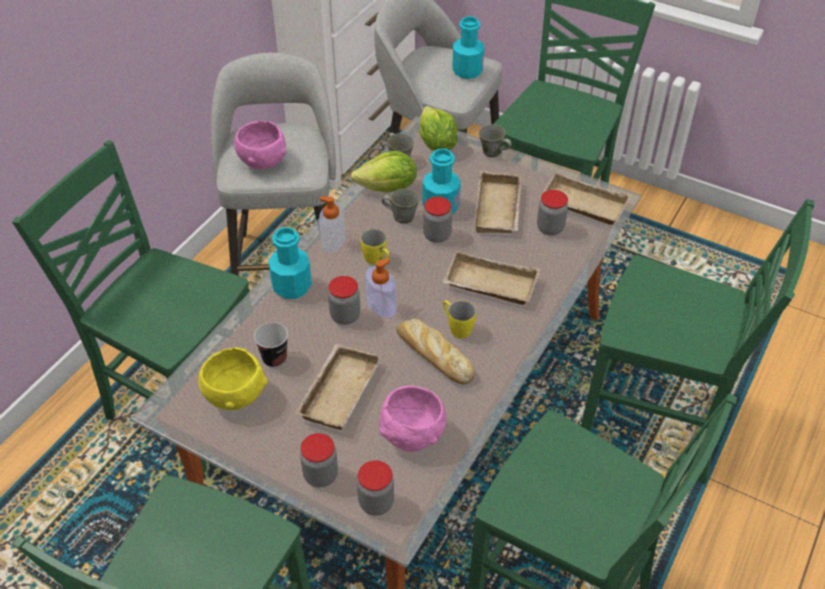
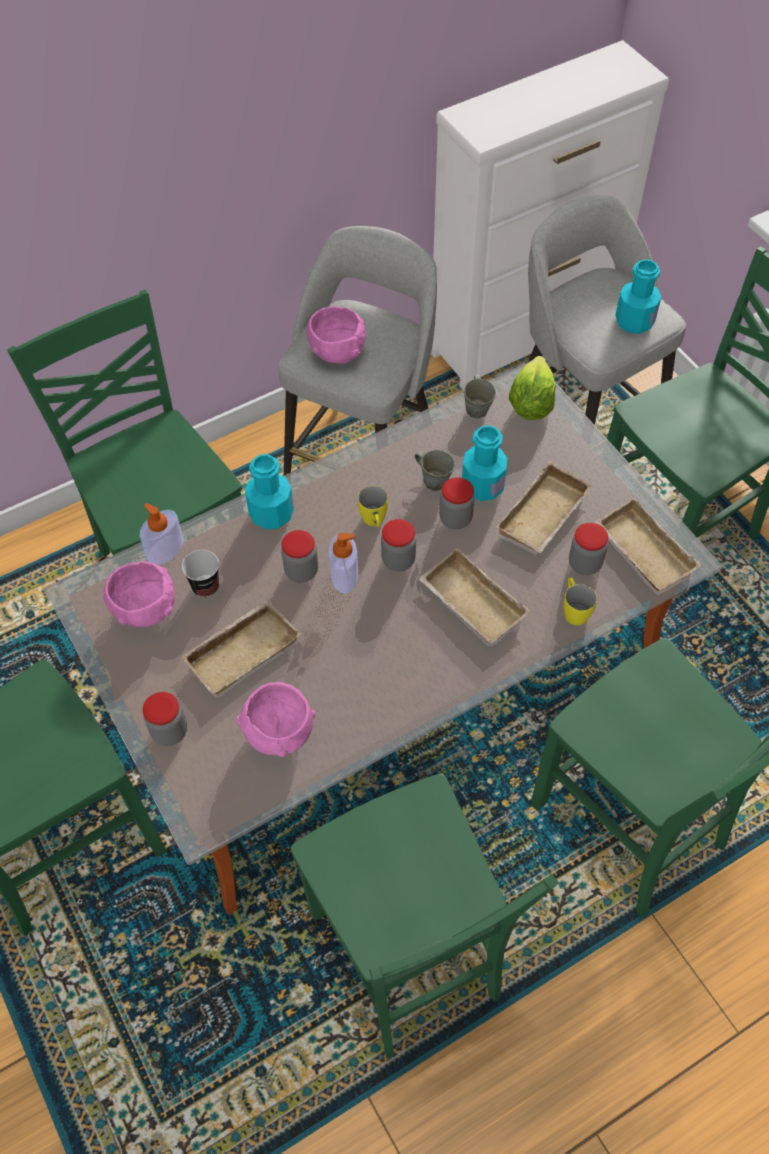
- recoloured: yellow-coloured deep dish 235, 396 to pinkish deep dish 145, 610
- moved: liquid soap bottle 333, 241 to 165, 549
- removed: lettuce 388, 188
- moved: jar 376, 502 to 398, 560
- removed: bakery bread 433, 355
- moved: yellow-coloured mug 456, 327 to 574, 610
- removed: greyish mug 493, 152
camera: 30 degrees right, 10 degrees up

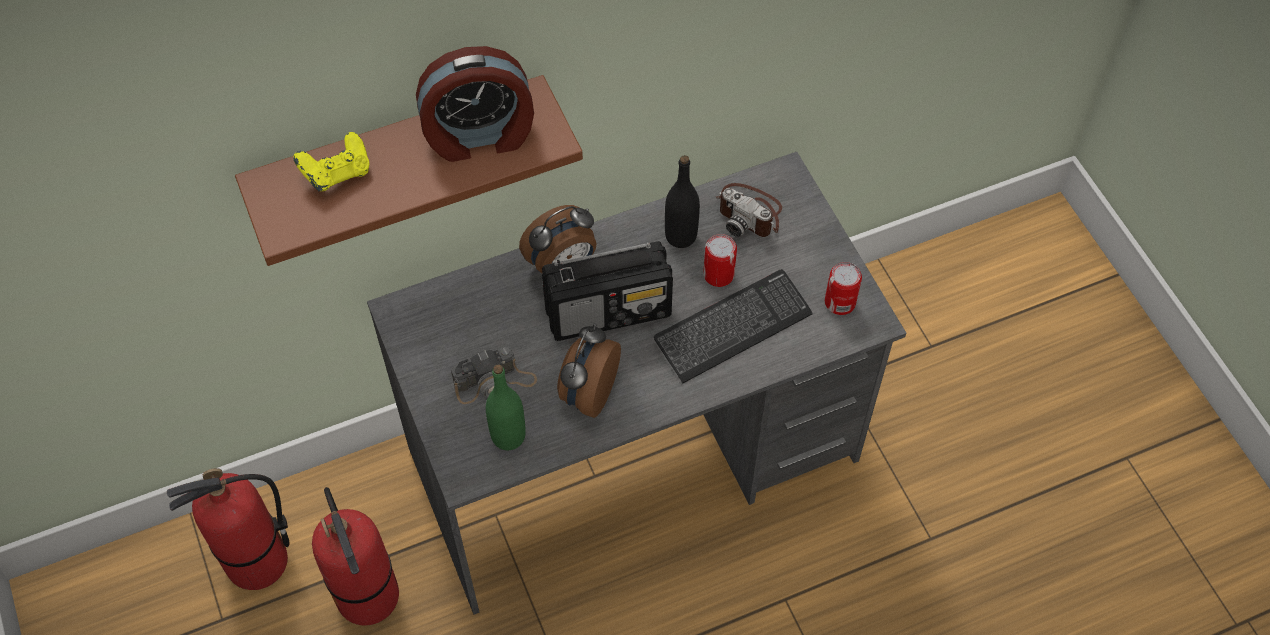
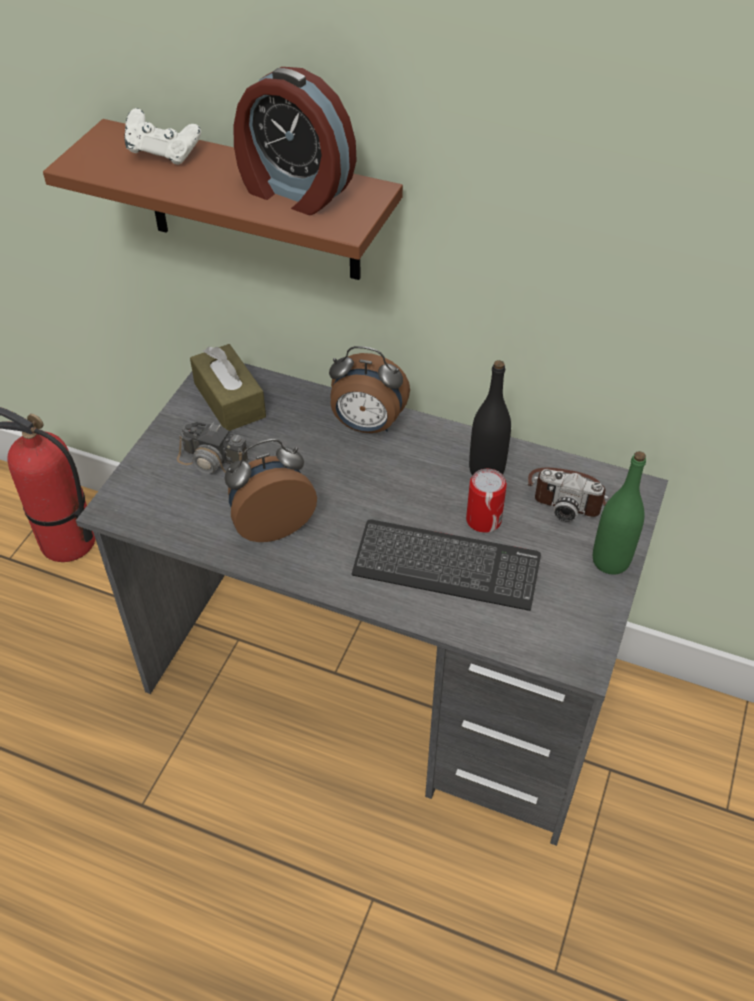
- recoloured: yellow-coloured gamepad 337, 173 to whitish gamepad 163, 154
- removed: fire extinguisher 369, 596
- moved: green-coloured bottle 508, 436 to 610, 561
- removed: radio 609, 311
- turned: still camera 750, 213 = 567, 495 60 degrees counterclockwise
- removed: sealed can 840, 302
- added: brownish box of tissues 229, 400
camera: 45 degrees right, 10 degrees down

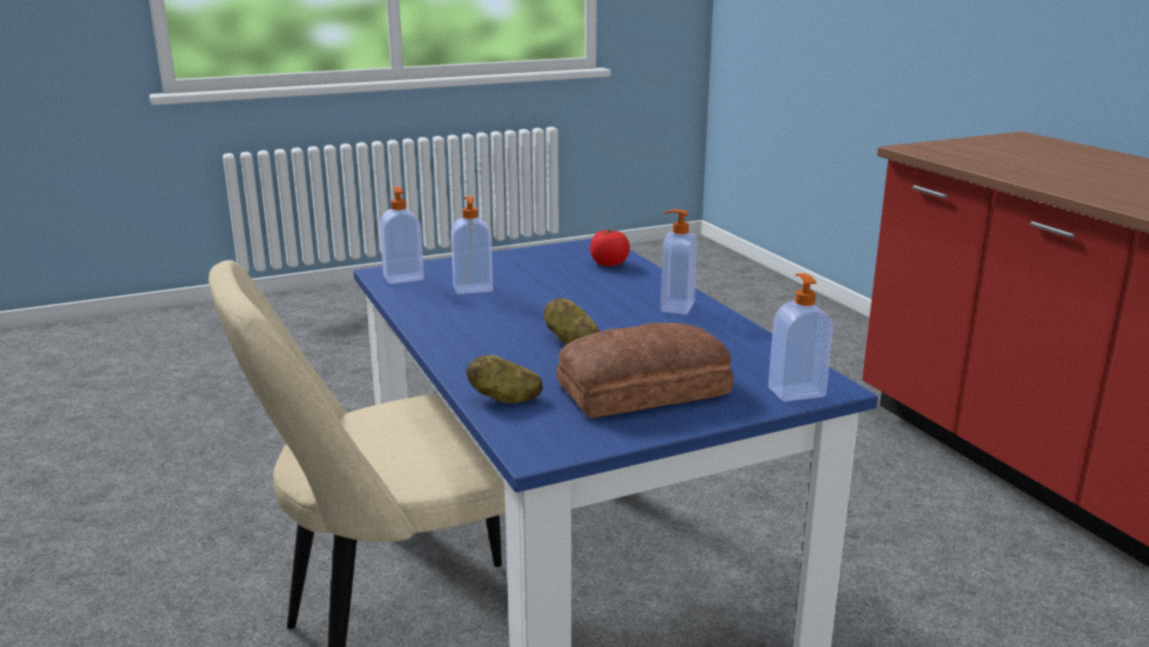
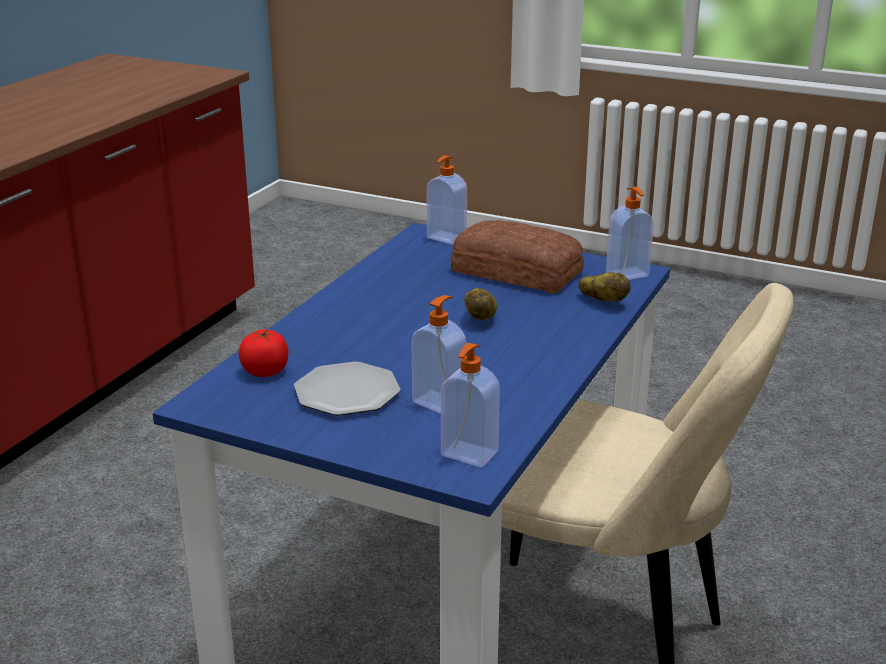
- moved: liquid soap bottle 676, 307 to 628, 275
- added: plate 346, 393
camera: 130 degrees left, 5 degrees up

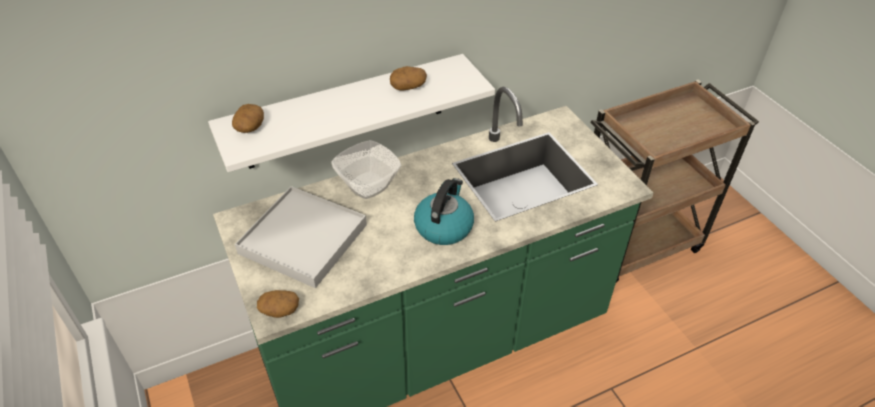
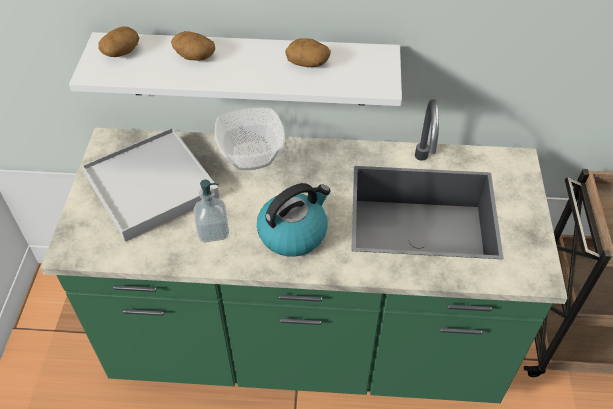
- moved: spud 279, 310 to 194, 56
- added: liquid soap bottle 213, 231
camera: 30 degrees right, 5 degrees up

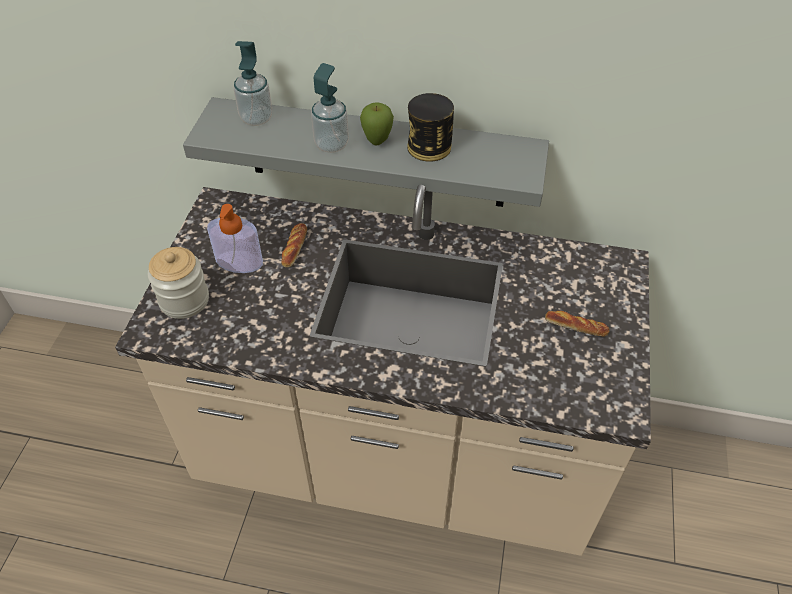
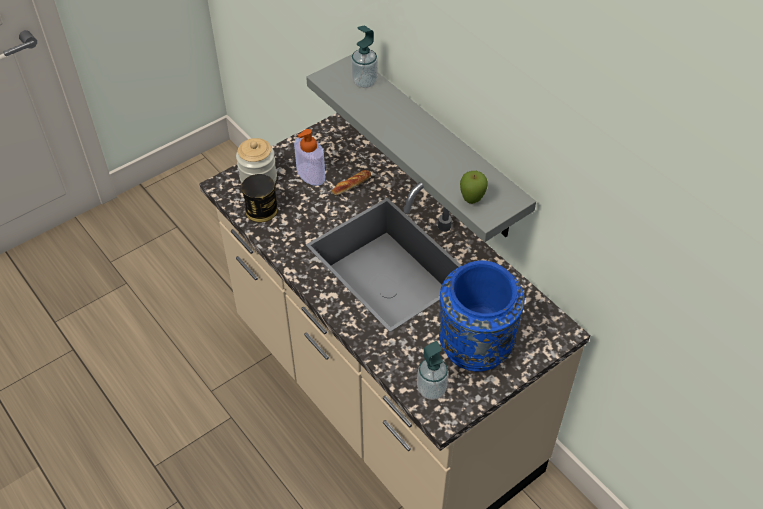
- moved: liquid soap bottle 331, 144 to 431, 389
- moved: apple fruit 377, 142 to 471, 201
- moved: sealed can 429, 147 to 261, 210
- replaced: bakery bread 576, 326 to bluish decorative vase 475, 347
camera: 40 degrees right, 0 degrees up

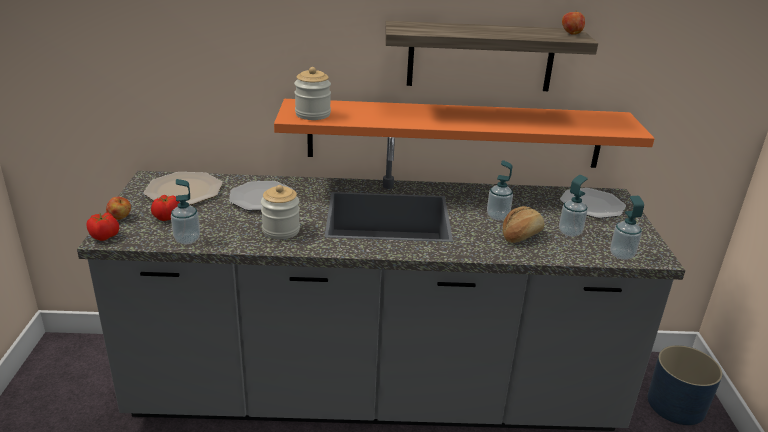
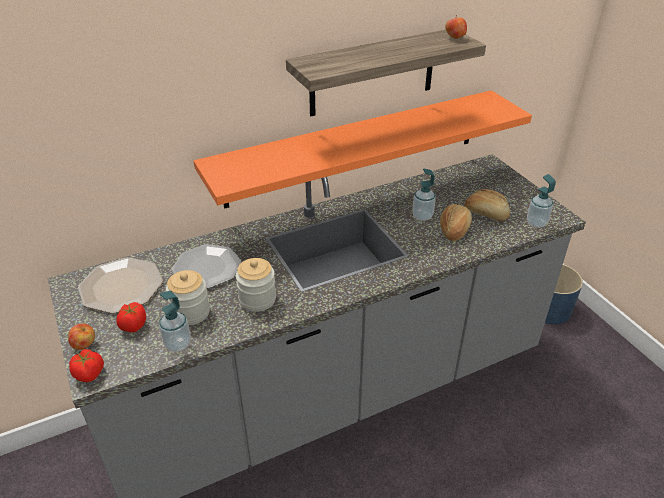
- moved: jar 313, 114 to 191, 312
- replaced: liquid soap bottle 570, 232 to bakery bread 486, 213
- removed: plate 592, 205
camera: 25 degrees left, 10 degrees up

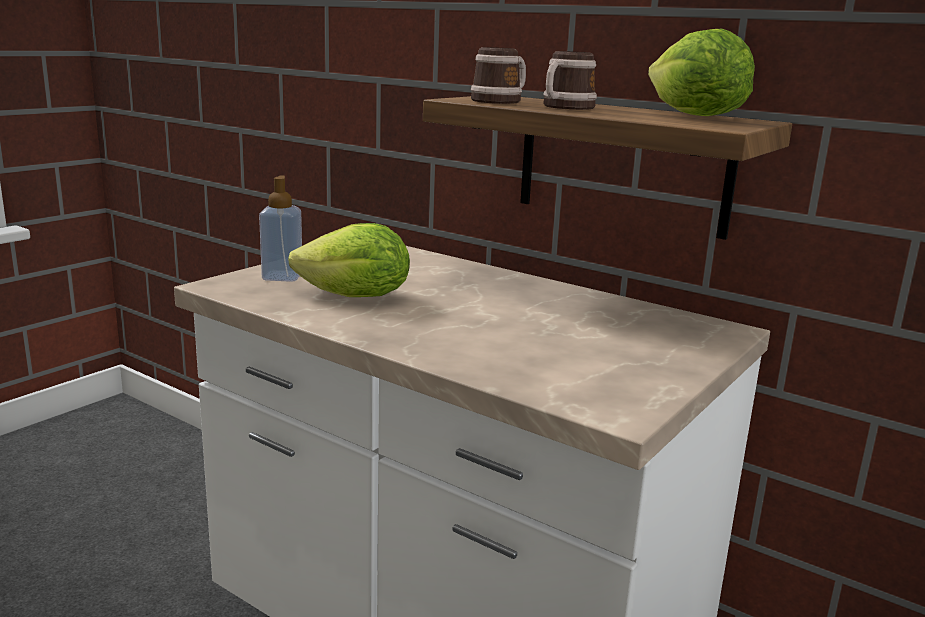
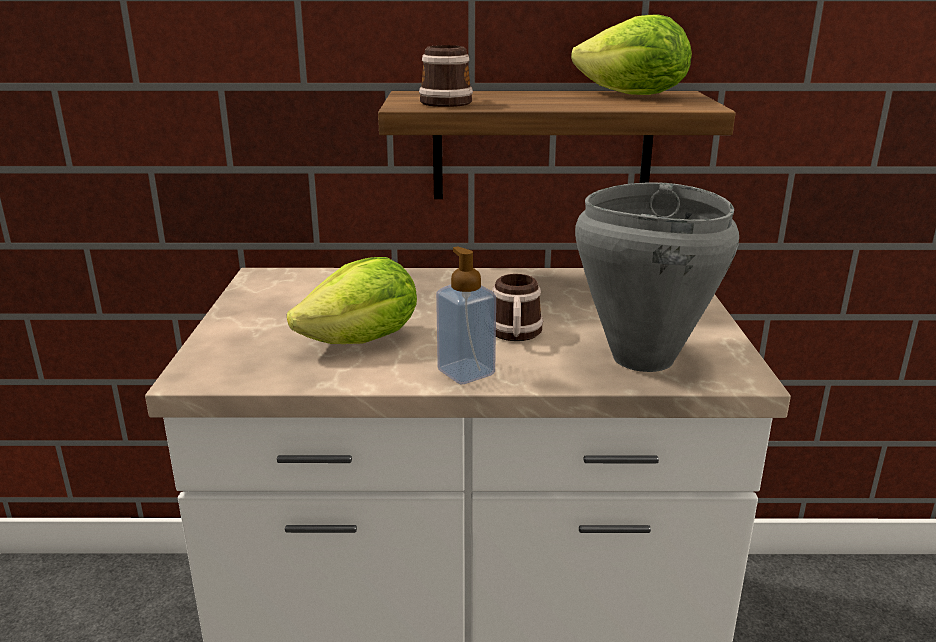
- moved: liquid soap bottle 282, 277 to 466, 372
- moved: mug 564, 107 to 515, 334
- added: greyish saucepot 641, 358
camera: 35 degrees left, 5 degrees up

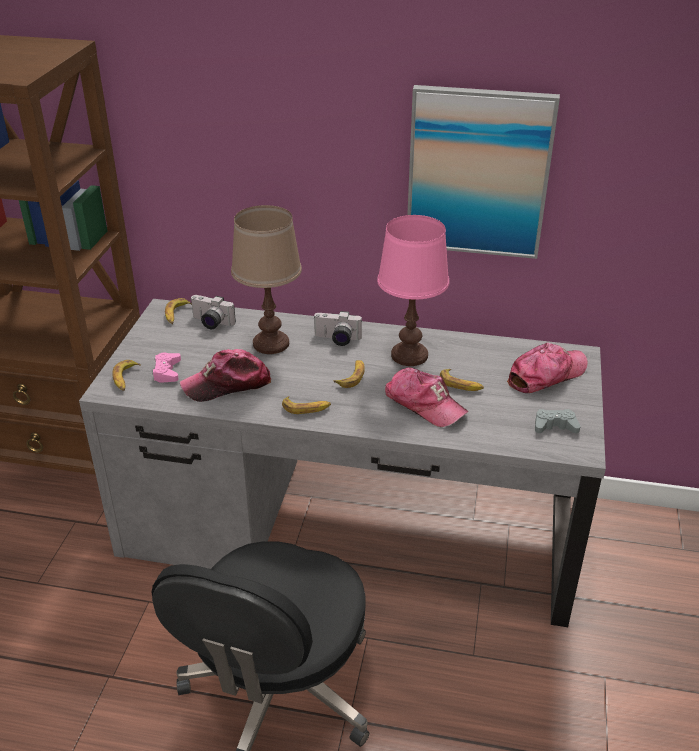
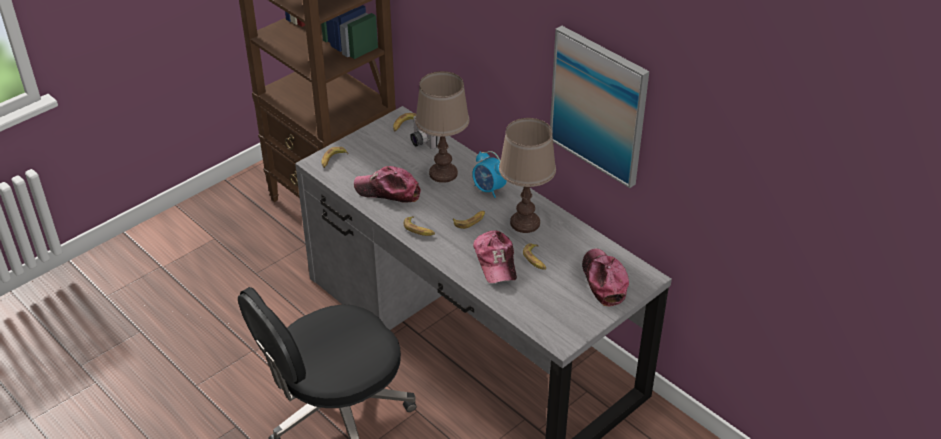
- removed: pinkish gamepad 167, 372
- replaced: still camera 337, 340 to bedside clock 489, 189
- recoloured: pinkish tabletop lamp 409, 356 to brownish tabletop lamp 524, 223
- turned: baseball cap 546, 375 = 603, 280 105 degrees counterclockwise
- removed: greyish gamepad 554, 426
camera: 35 degrees right, 5 degrees up

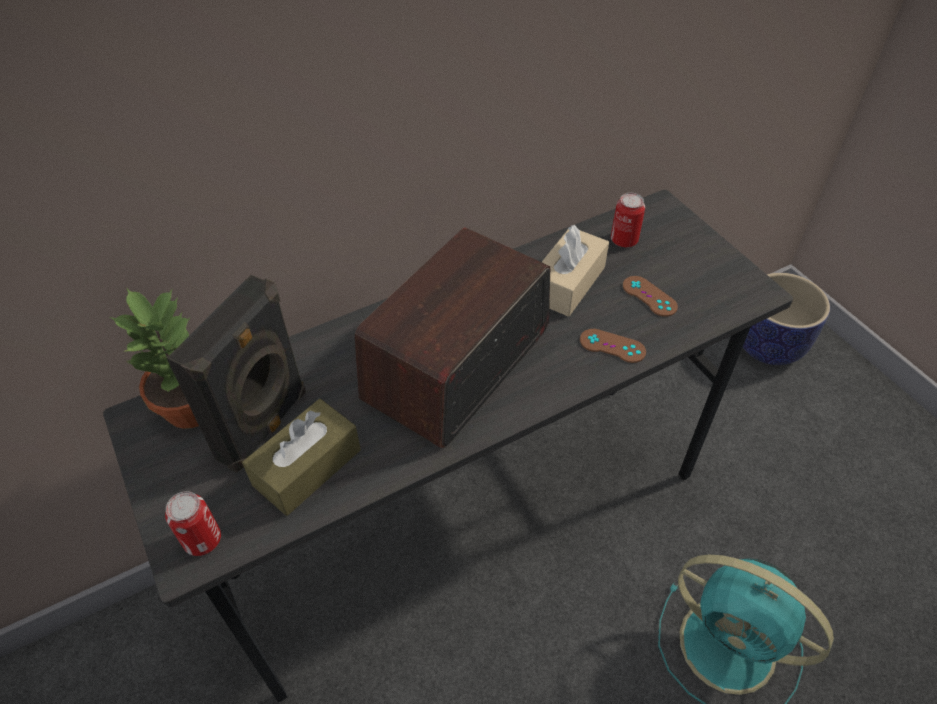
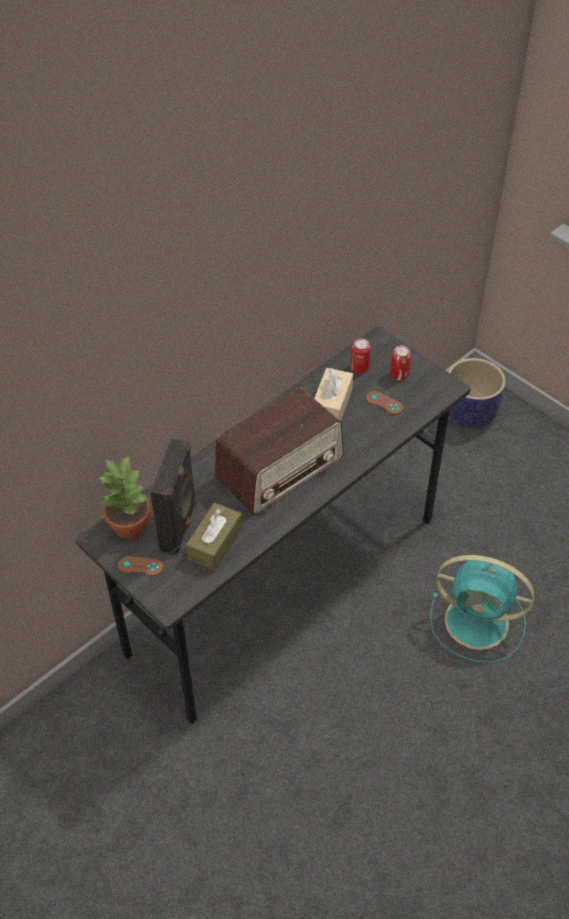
- moved: sealed can 202, 540 to 399, 375
- turned: radio 457, 364 = 280, 468 150 degrees counterclockwise
- moved: brownish gamepad 612, 346 to 140, 566
camera: 15 degrees left, 0 degrees up

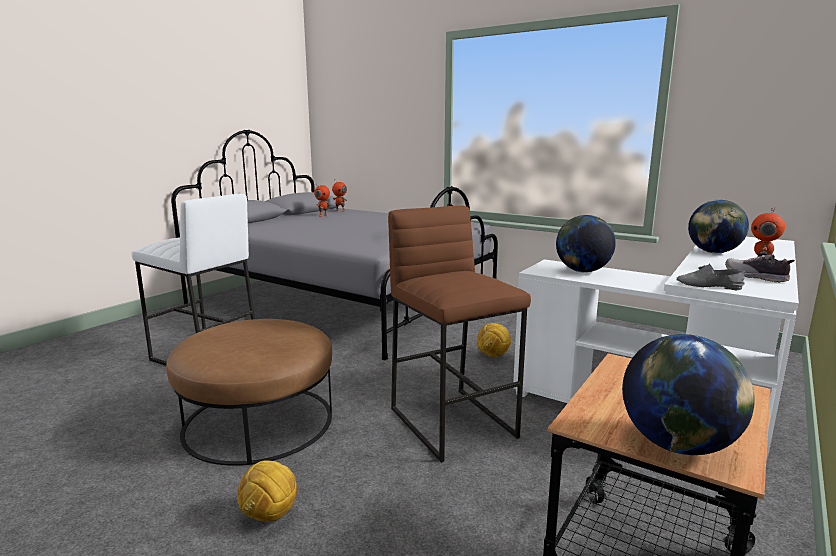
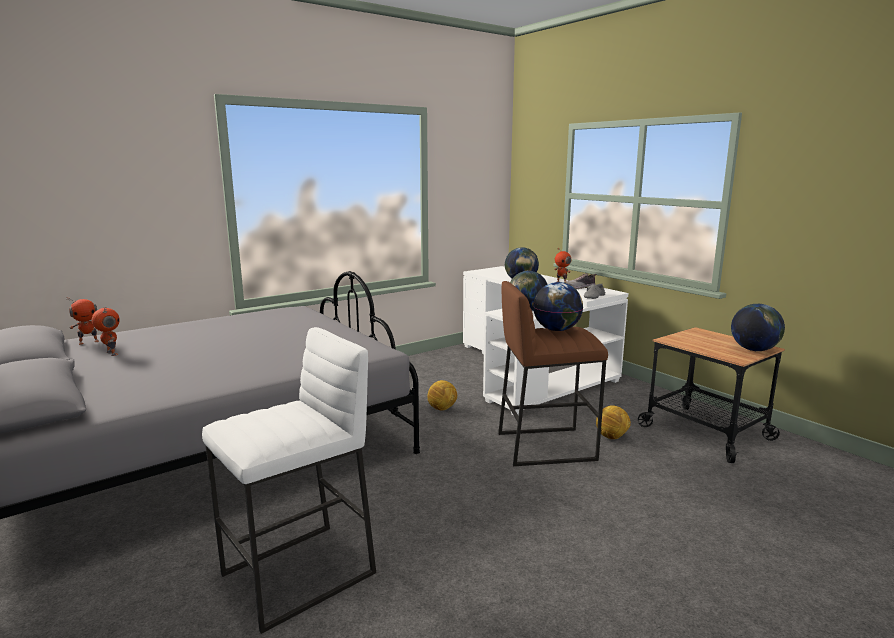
- removed: brownish footrest 258, 422
- moved: ball for football 270, 515 to 612, 437
- added: world globe 557, 330
camera: 70 degrees left, 0 degrees up

